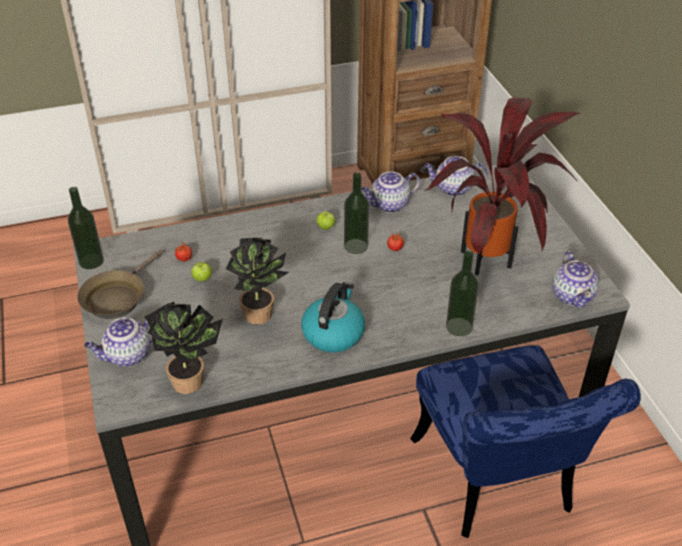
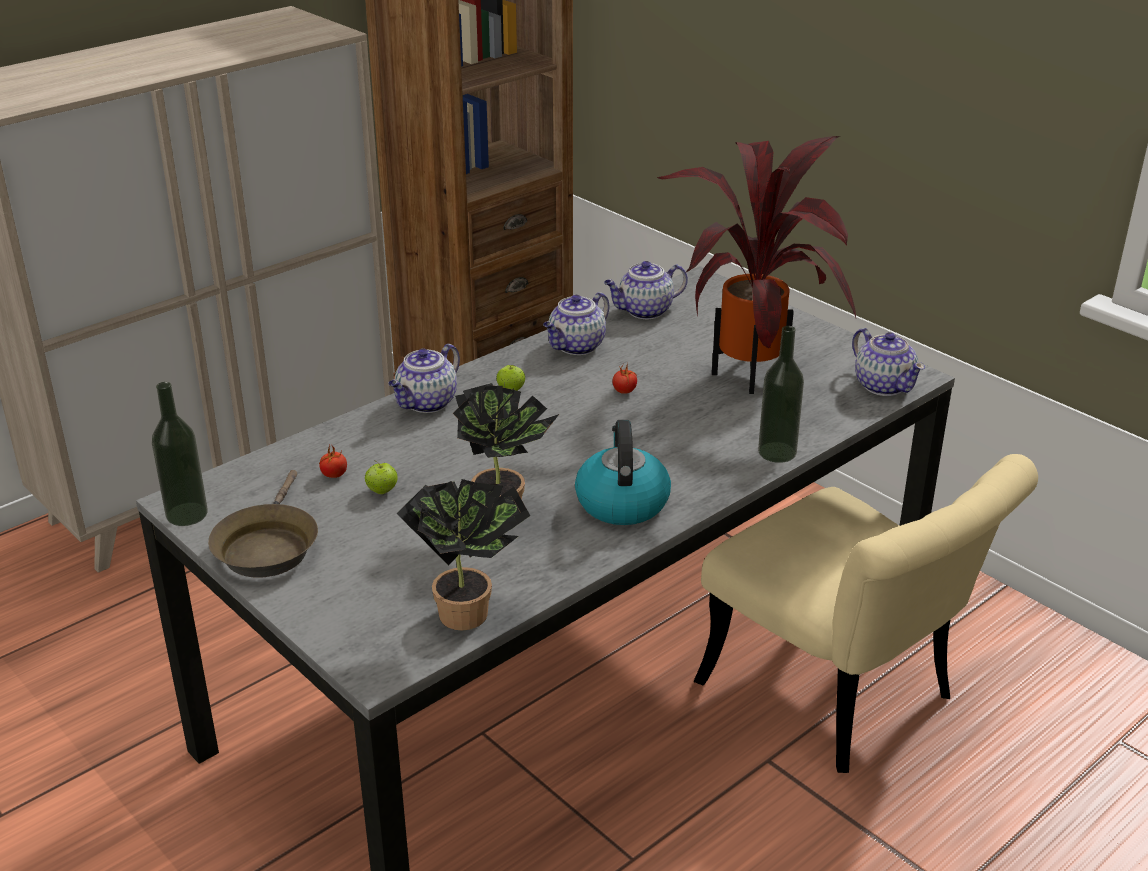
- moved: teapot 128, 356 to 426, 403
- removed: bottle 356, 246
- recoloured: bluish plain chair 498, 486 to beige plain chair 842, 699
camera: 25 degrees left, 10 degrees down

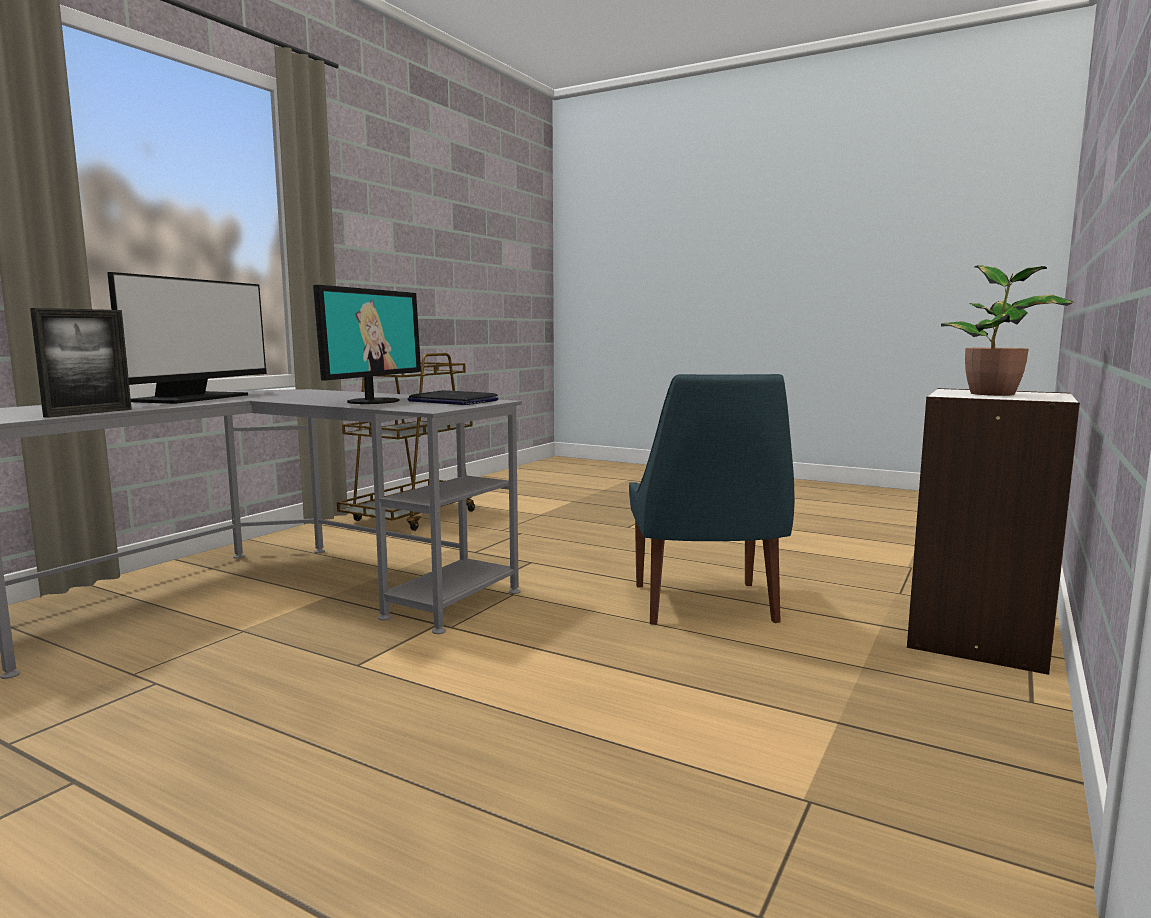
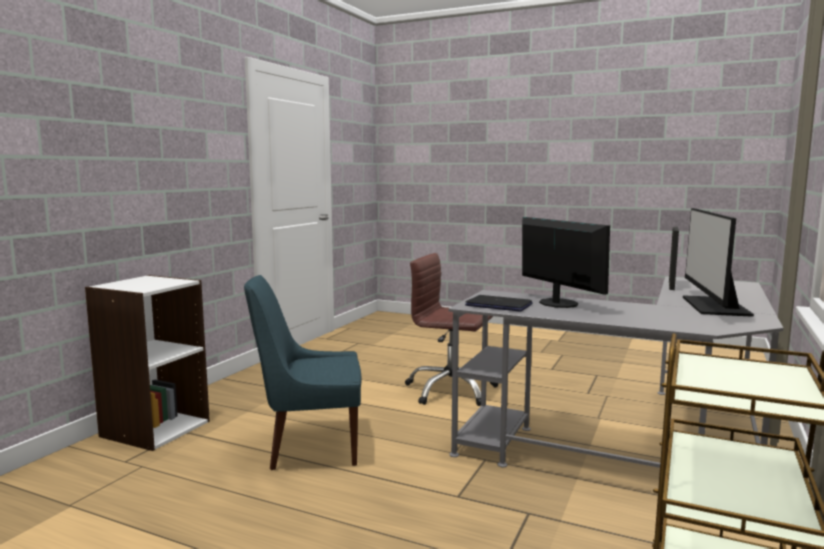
- turned: computer screen 372, 401 = 557, 303 135 degrees clockwise
- turned: bluish plain chair 704, 606 = 310, 447 90 degrees counterclockwise
- removed: plant in a pot 995, 394
- added: brownish office chair 450, 390
camera: 175 degrees right, 0 degrees up

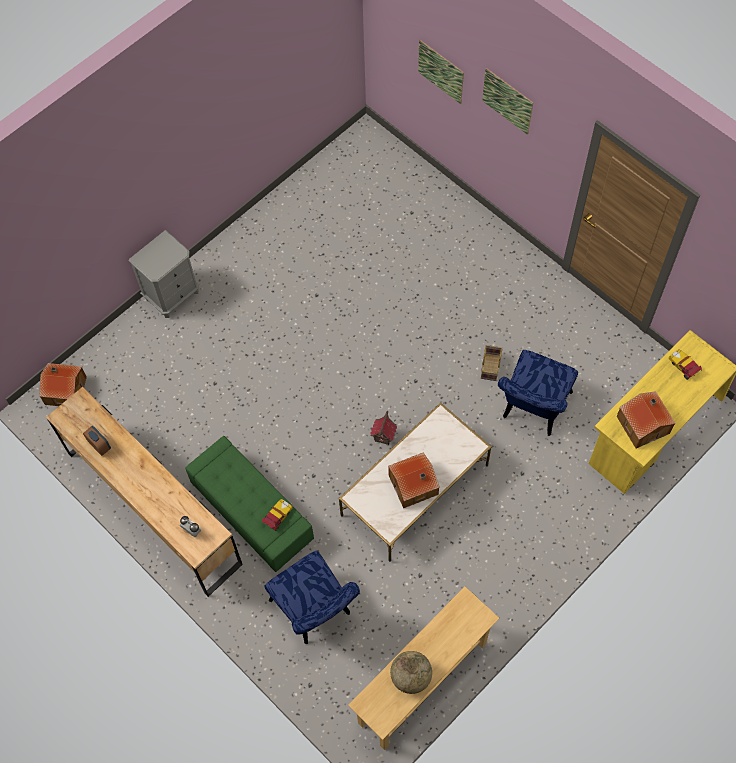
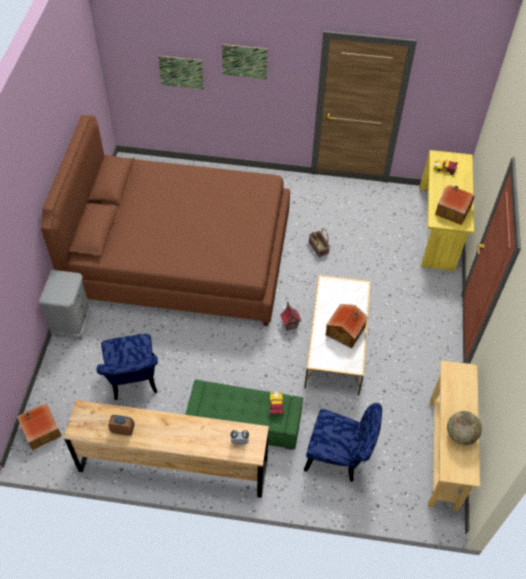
- moved: bluish plain chair 533, 409 to 133, 382
- added: brownish bed 181, 257
camera: 40 degrees left, 10 degrees down

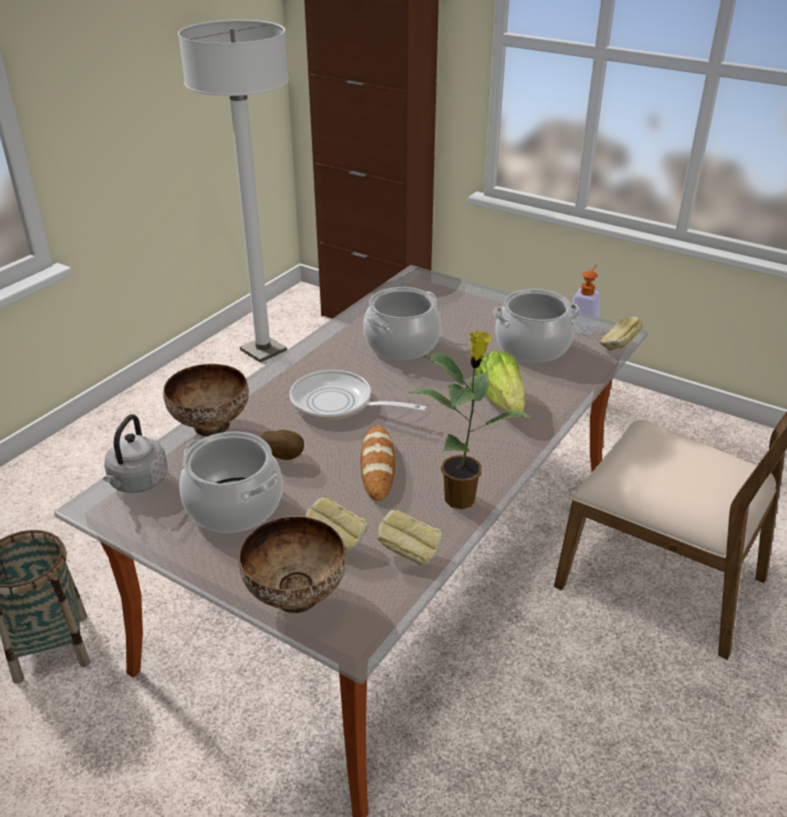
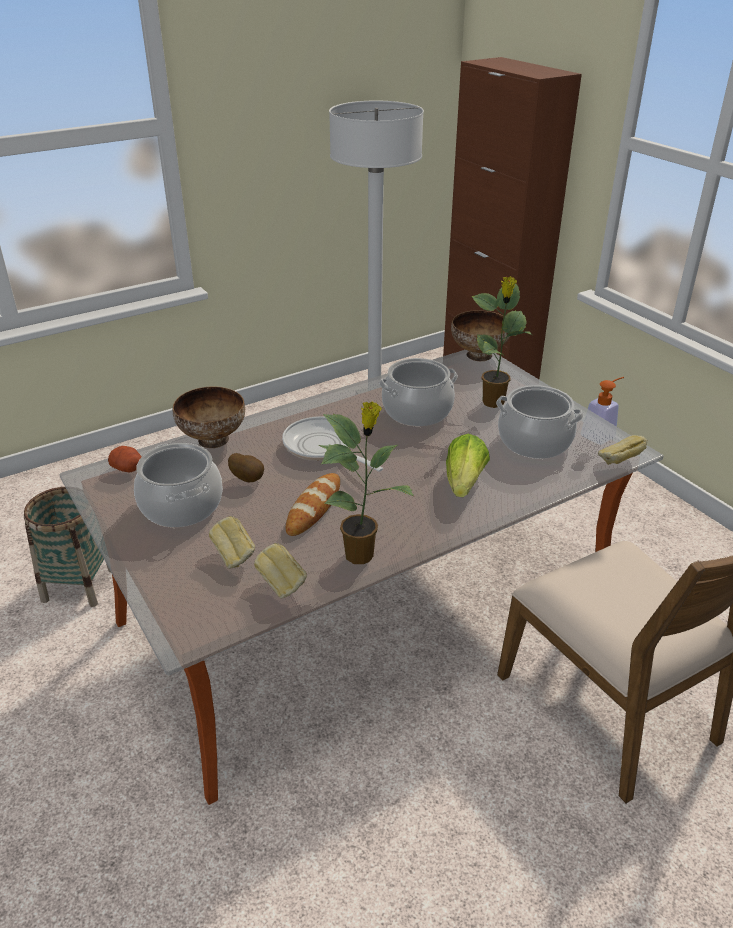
- replaced: greyish kettle 137, 483 to spud 128, 468
- moved: deep dish 294, 596 to 478, 355
- added: plant in a pot 494, 403
camera: 25 degrees right, 0 degrees up

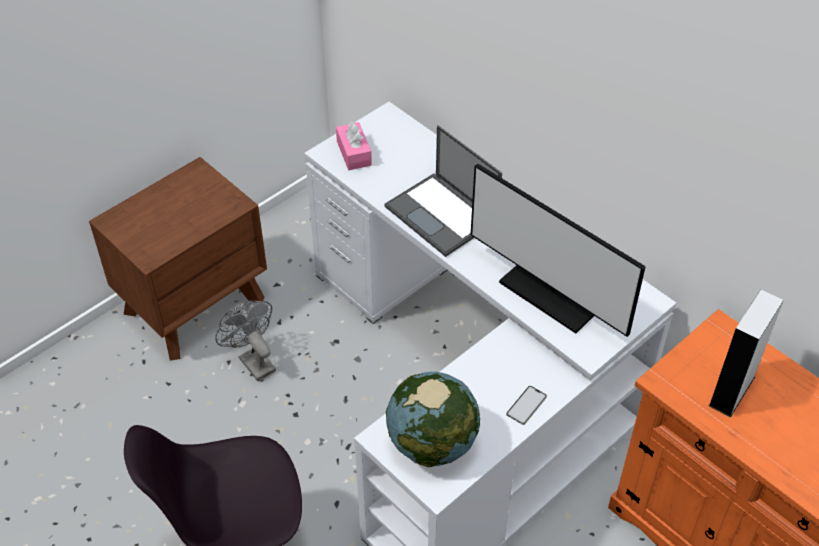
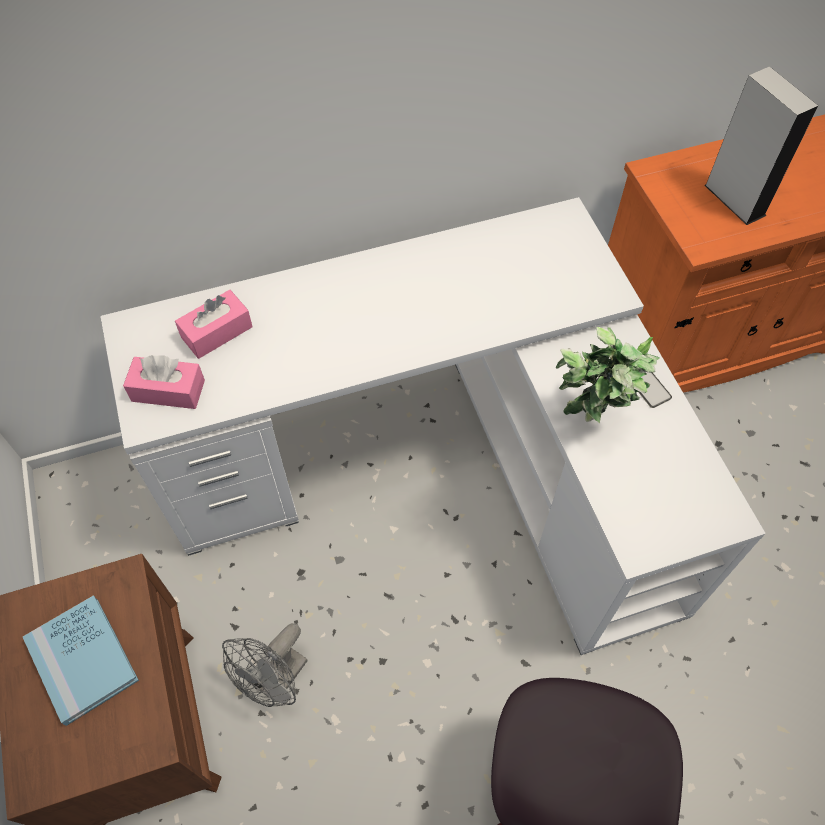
- turned: greyish cooling fan 253, 361 = 276, 682 45 degrees counterclockwise
- removed: portable computer 442, 214
- removed: world globe 432, 444
- removed: computer screen 550, 295
- added: bluish book 82, 660
- added: pinkish box of tissues 217, 332
- added: plant in a pot 589, 422
camera: 65 degrees left, 10 degrees up

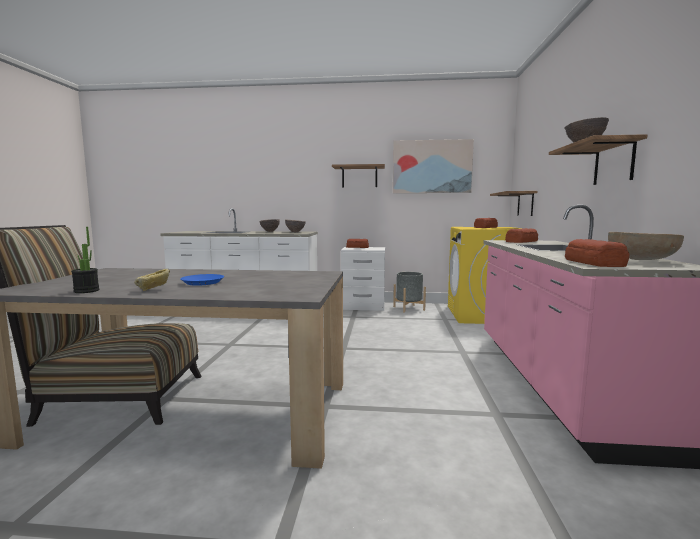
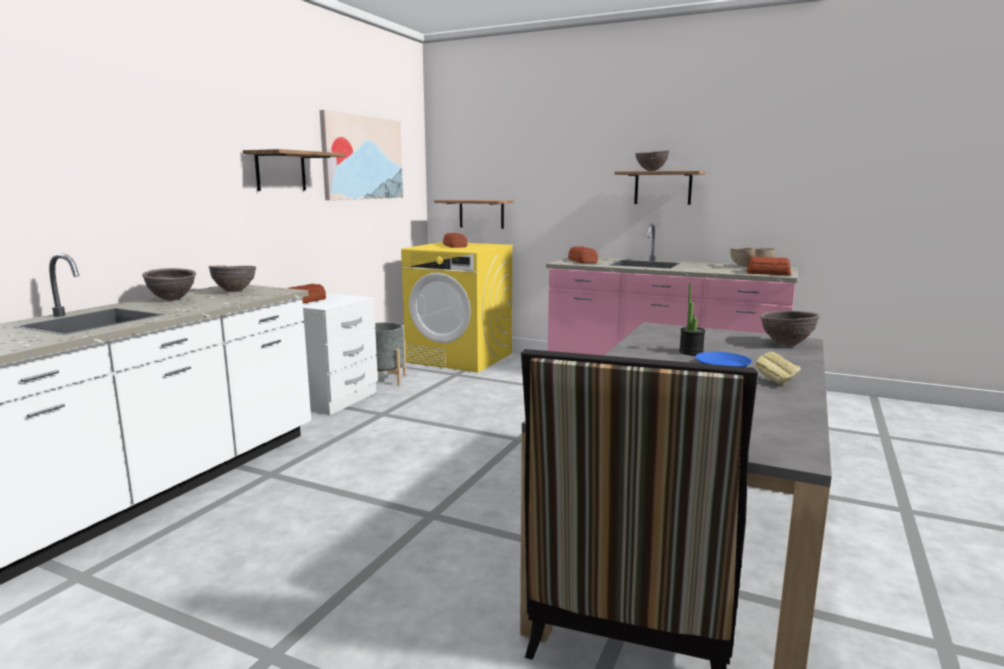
- moved: plant in a pot 86, 291 to 691, 352
- added: brownish deep dish 786, 344
camera: 70 degrees left, 5 degrees up

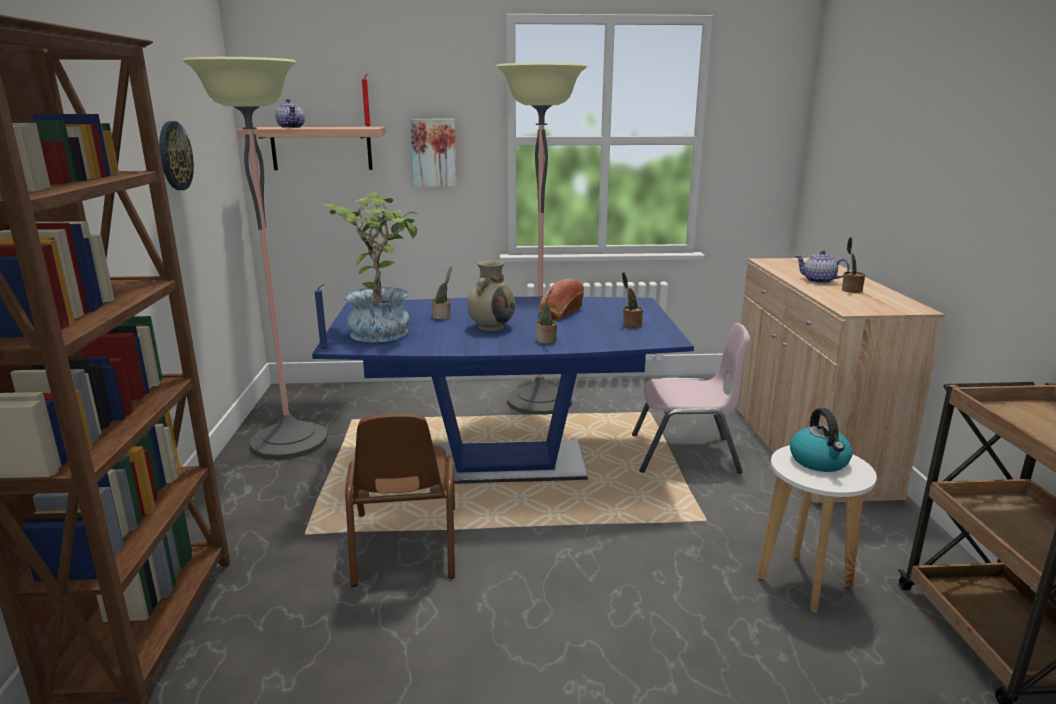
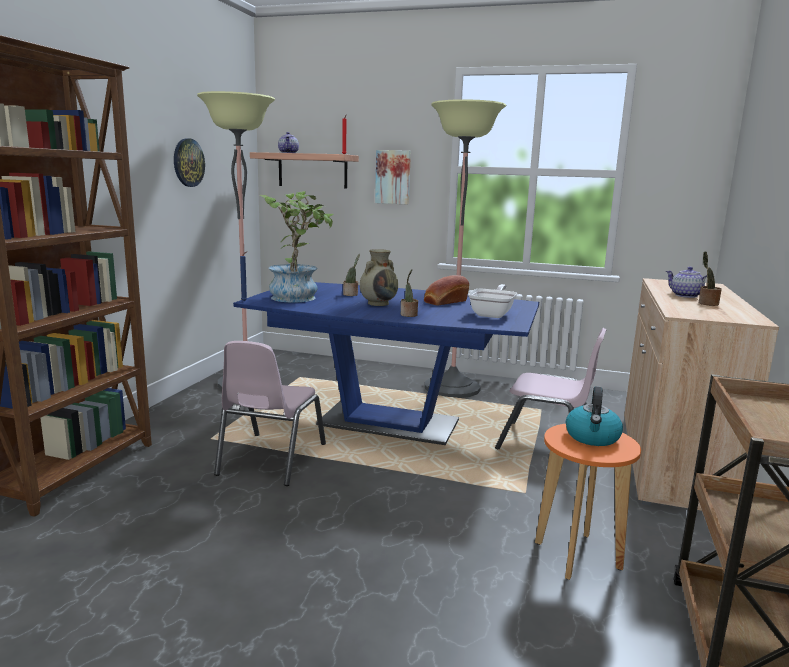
- recoloured: brownish plain chair 404, 545 to pinkish plain chair 271, 459
- replaced: plant in a pot 630, 324 to pan 493, 314
- recoloured: whitish stool seat 804, 583 to orange stool seat 578, 556
camera: 20 degrees right, 5 degrees down

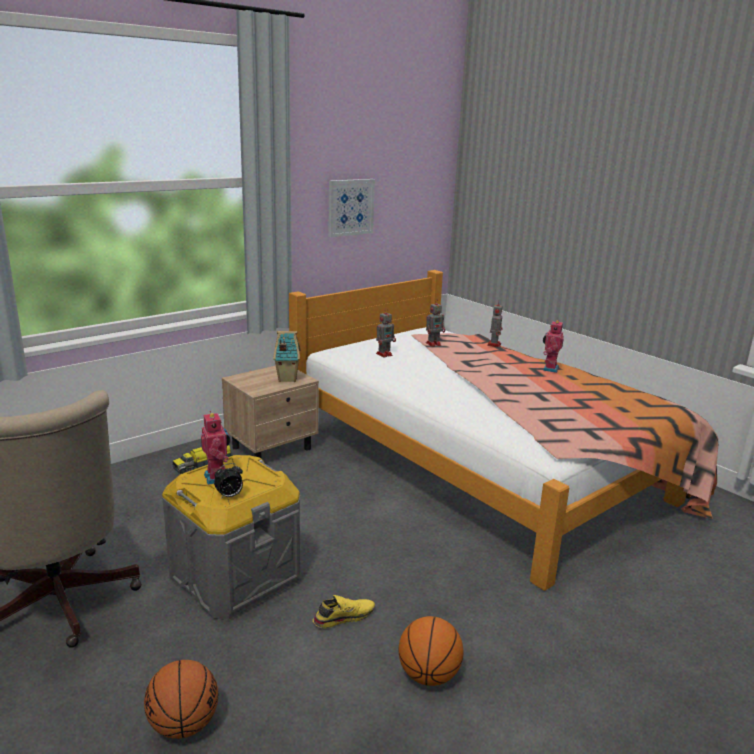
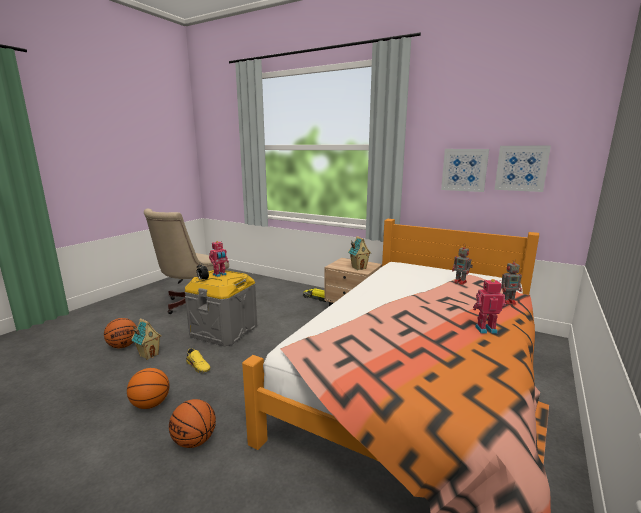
- removed: model robot 384, 354
- added: toy house 149, 355
- added: ball for basketball 195, 441
- added: picture 521, 168
camera: 70 degrees right, 5 degrees down

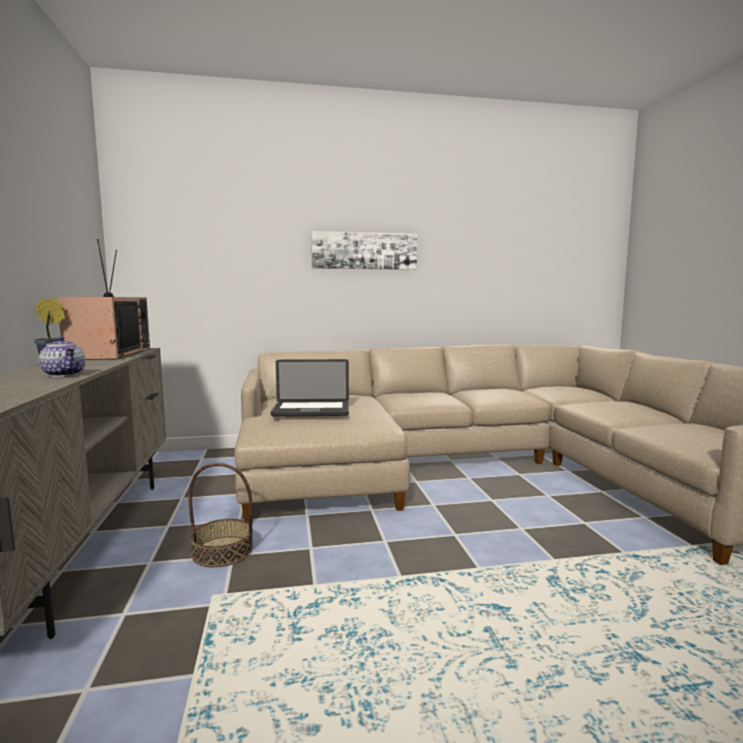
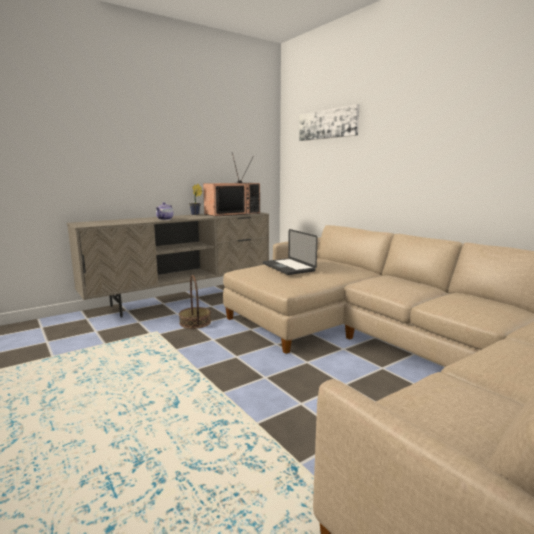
- moved: picture 364, 251 to 328, 124
camera: 65 degrees right, 5 degrees up

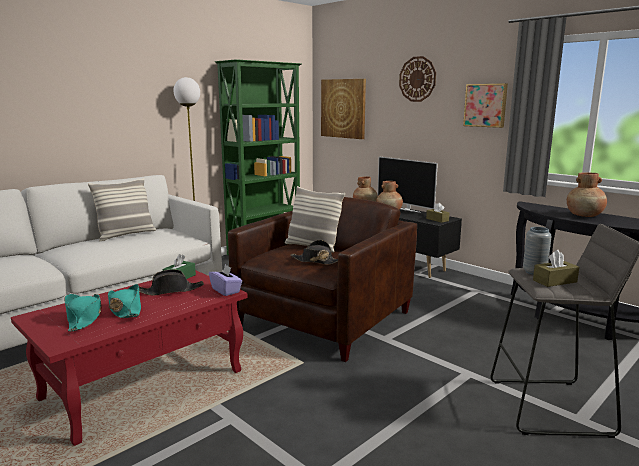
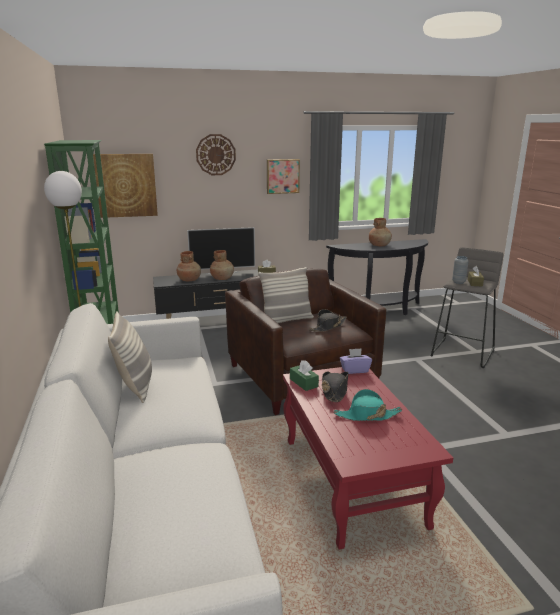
- removed: turquoise hat 84, 318
camera: 60 degrees left, 5 degrees up

